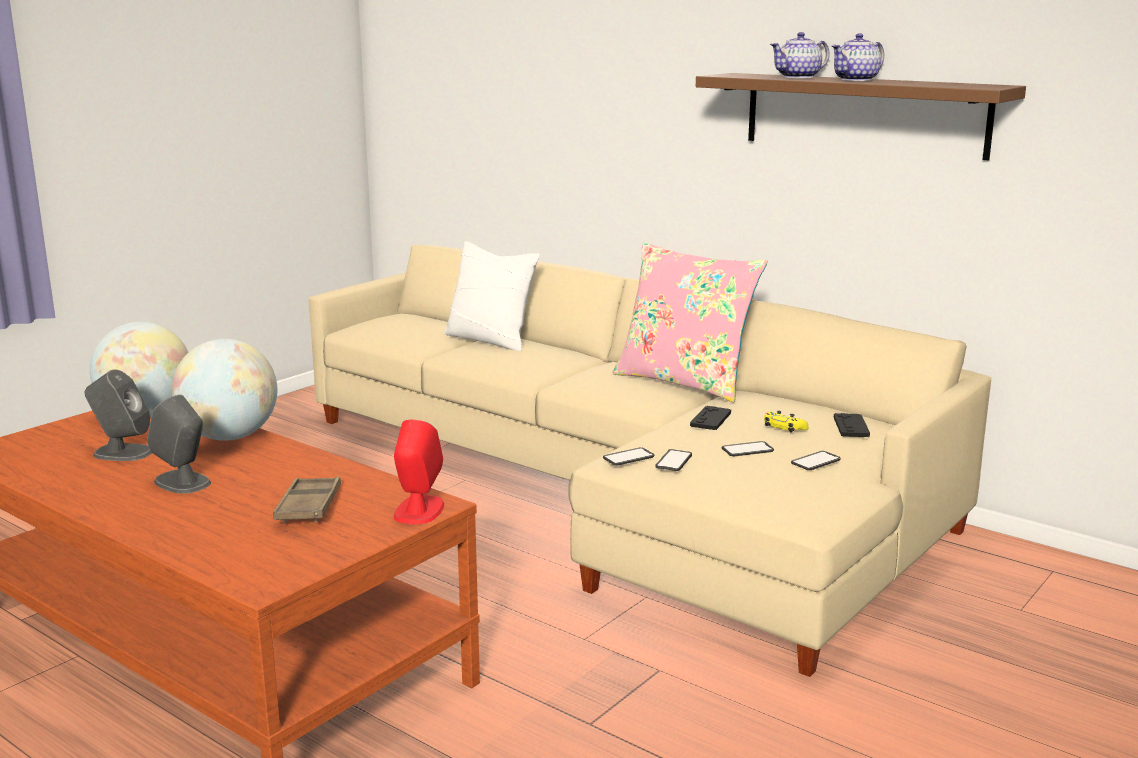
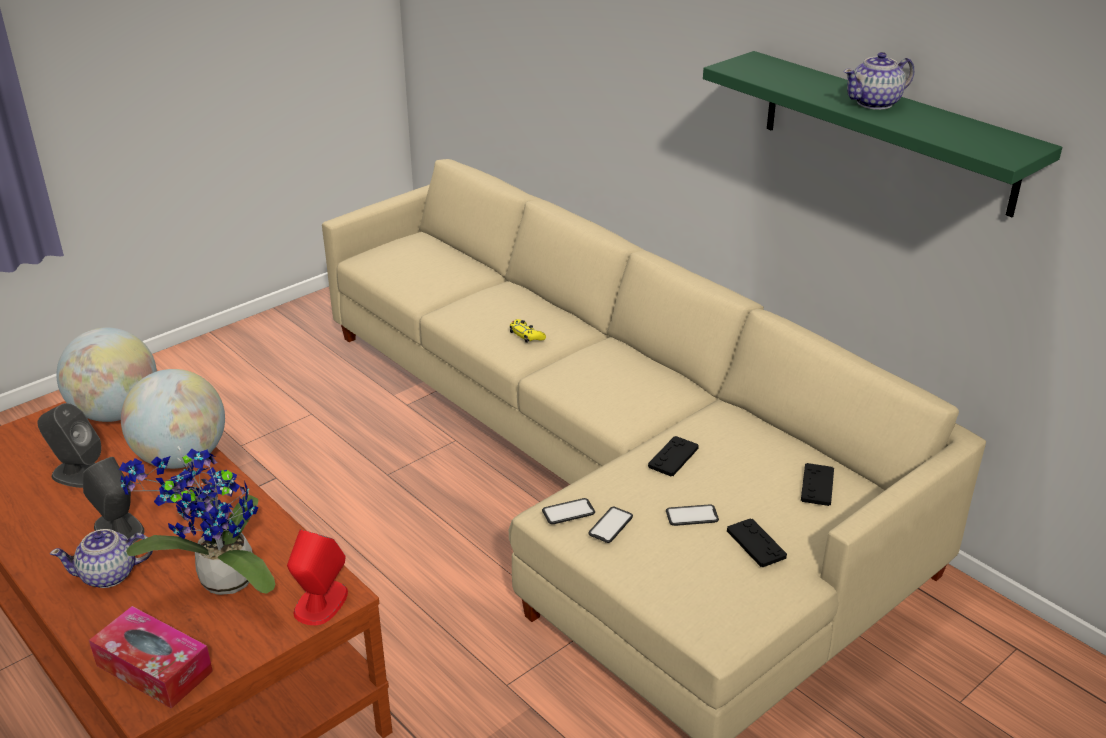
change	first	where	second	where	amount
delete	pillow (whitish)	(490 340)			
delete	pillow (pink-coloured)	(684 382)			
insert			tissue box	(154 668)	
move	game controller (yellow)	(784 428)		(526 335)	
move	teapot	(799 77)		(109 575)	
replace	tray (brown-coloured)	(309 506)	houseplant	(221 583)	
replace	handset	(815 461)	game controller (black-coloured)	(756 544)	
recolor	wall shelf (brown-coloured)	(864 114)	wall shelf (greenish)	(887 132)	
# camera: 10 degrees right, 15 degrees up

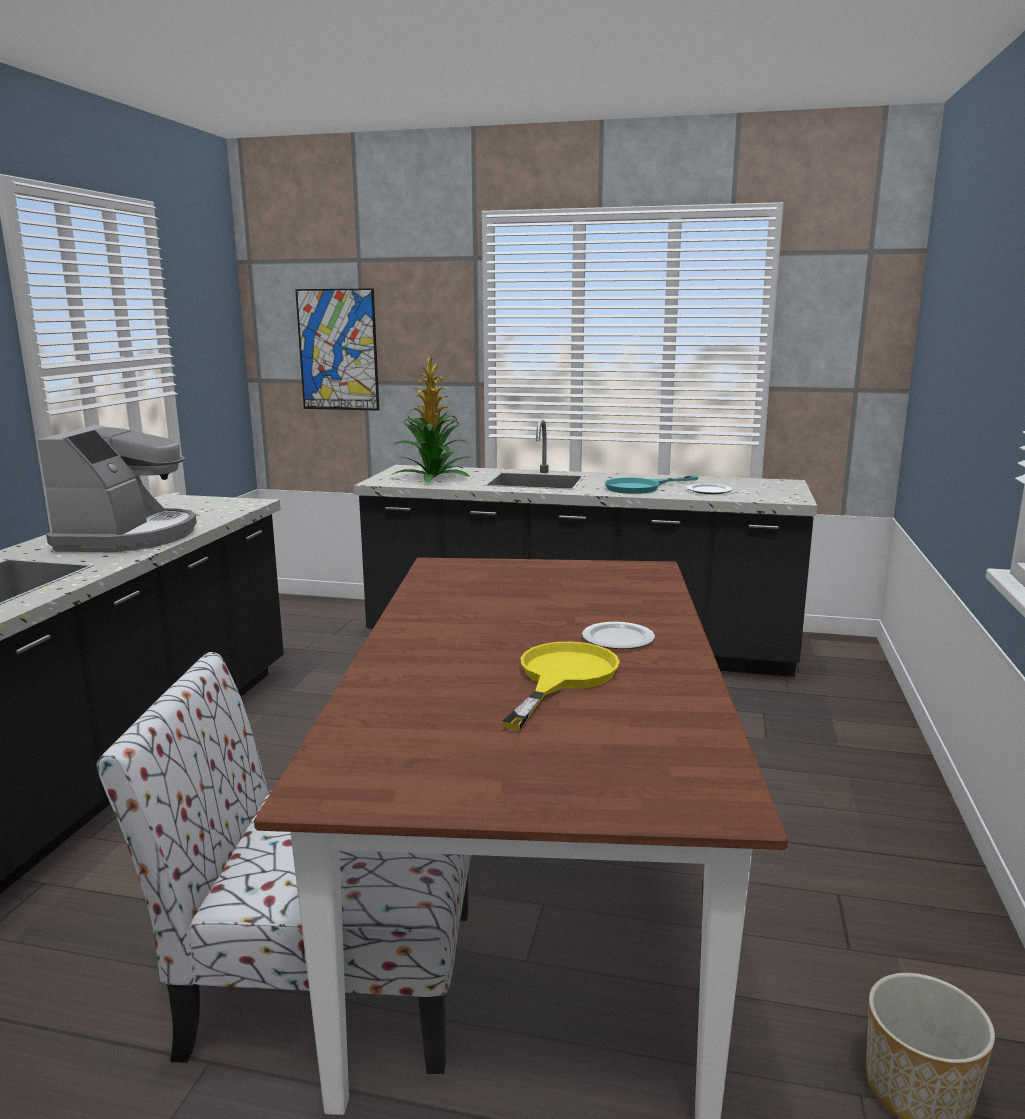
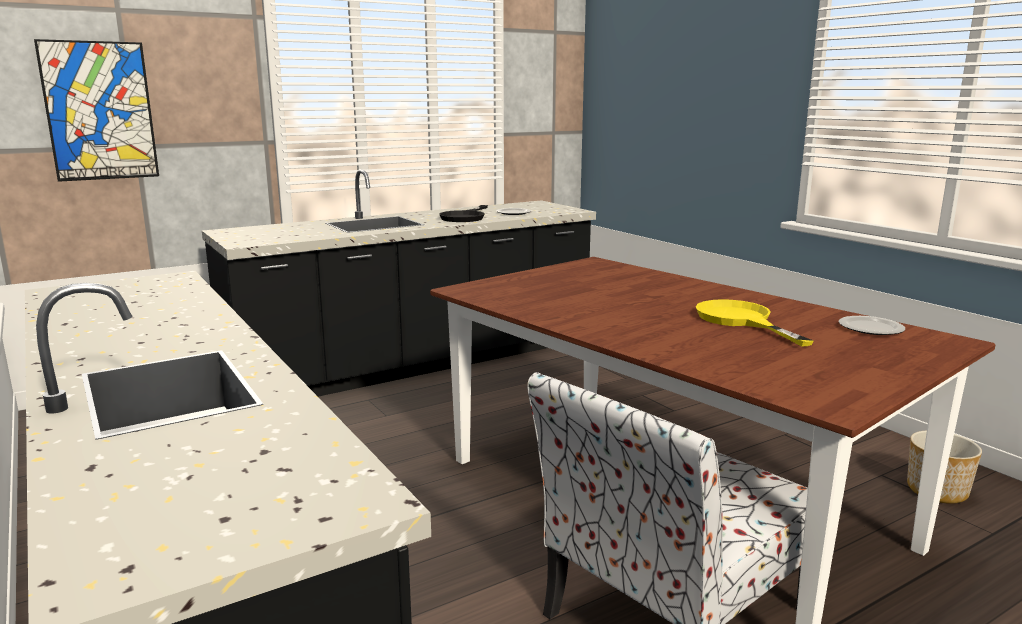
change	first	where	second	where	amount
delete	coffee maker	(129 537)			
delete	houseplant	(434 478)			
move	plate	(619 639)		(870 328)	
recolor	pan (blue-green)	(641 487)	pan (black-coloured)	(465 217)	
# camera: 45 degrees left, 0 degrees up

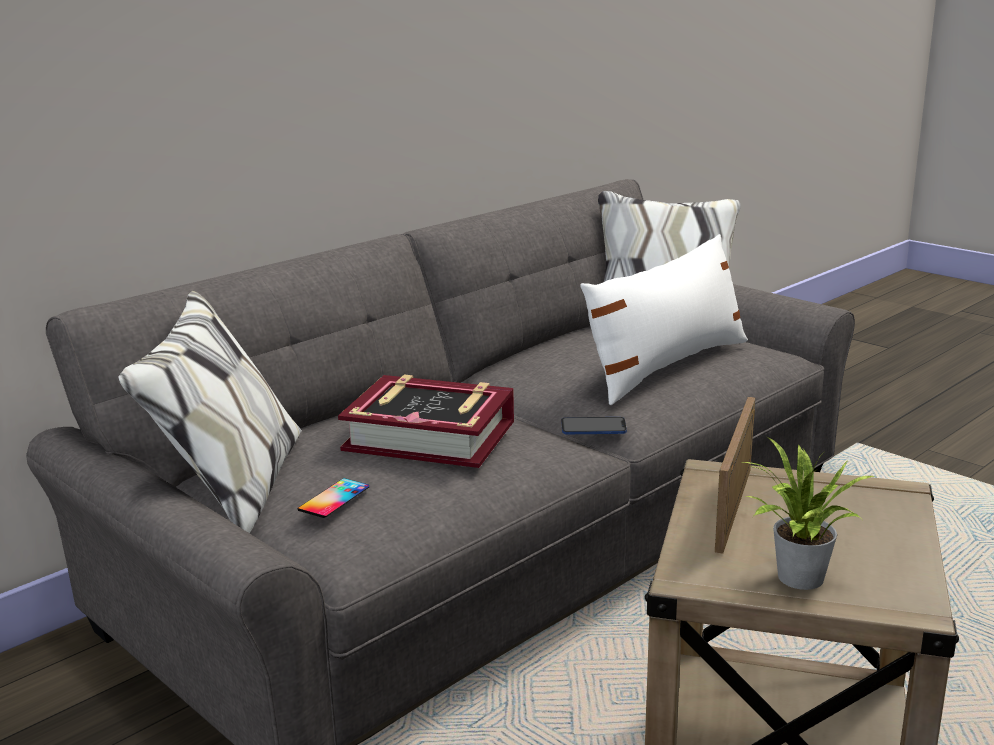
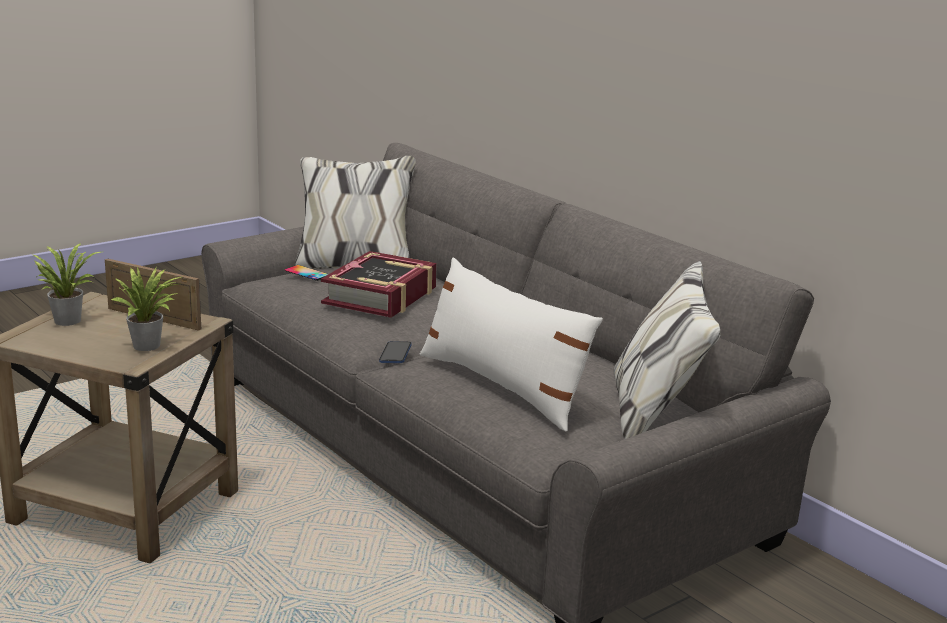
change	first	where	second	where	amount
insert			houseplant	(150 346)	
# camera: 95 degrees right, 0 degrees up

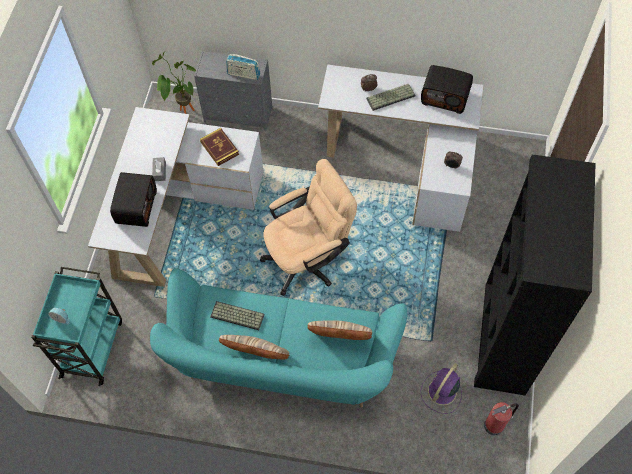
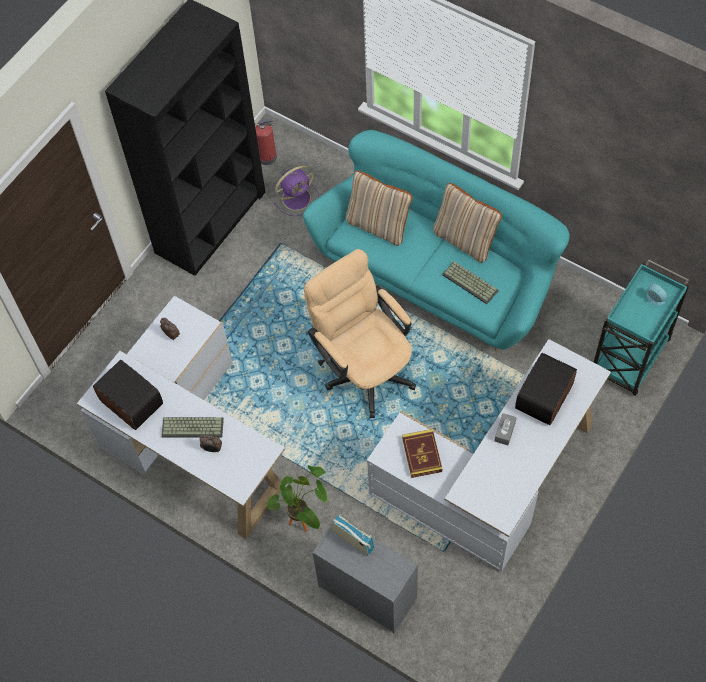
change	first	where	second	where	amount
move	houseplant	(183 114)		(305 523)	
rotate	office chair (beige)	(308 259)		(364 368)	60 degrees clockwise
# camera: 155 degrees left, 0 degrees up

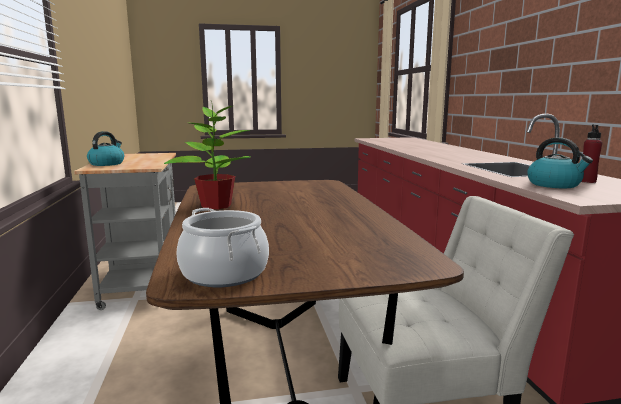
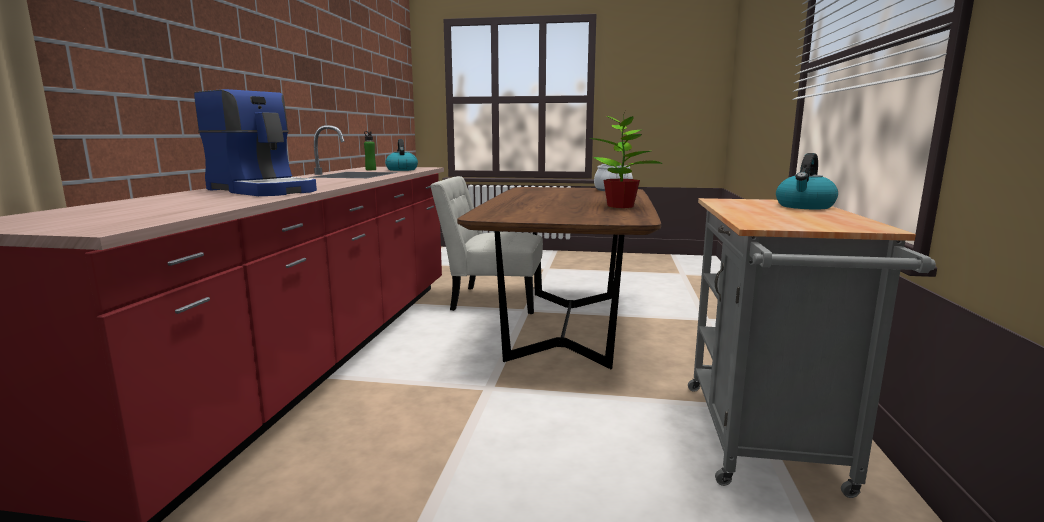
change	first	where	second	where	amount
insert			coffee maker	(264 190)	
recolor	drink bottle (reddish)	(587 181)	drink bottle (greenish)	(370 170)	
# camera: 160 degrees left, 0 degrees up

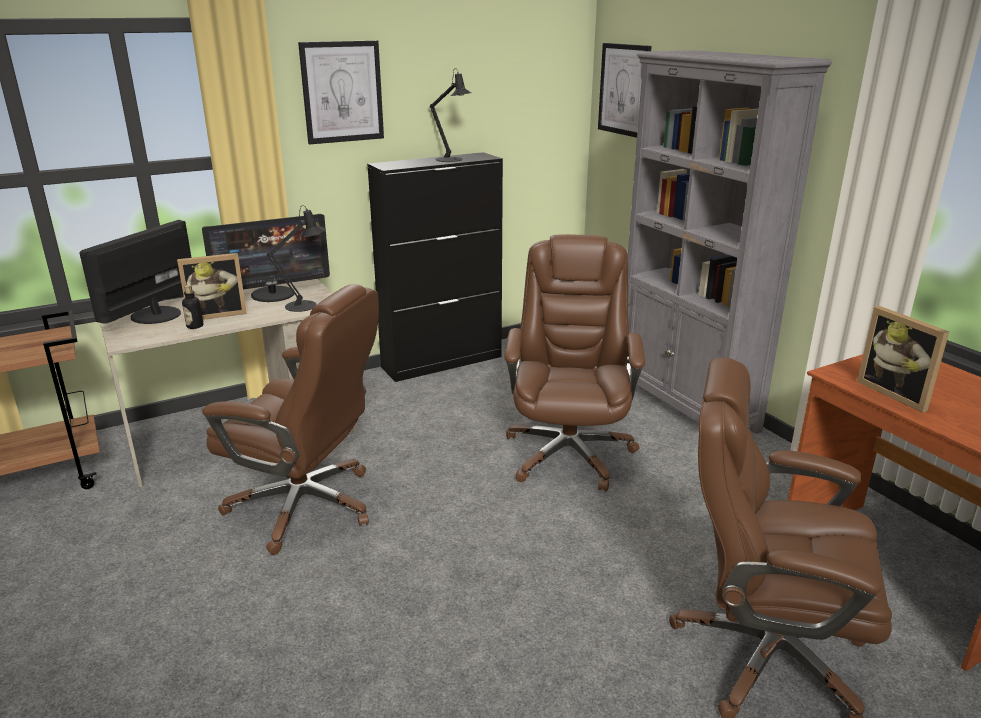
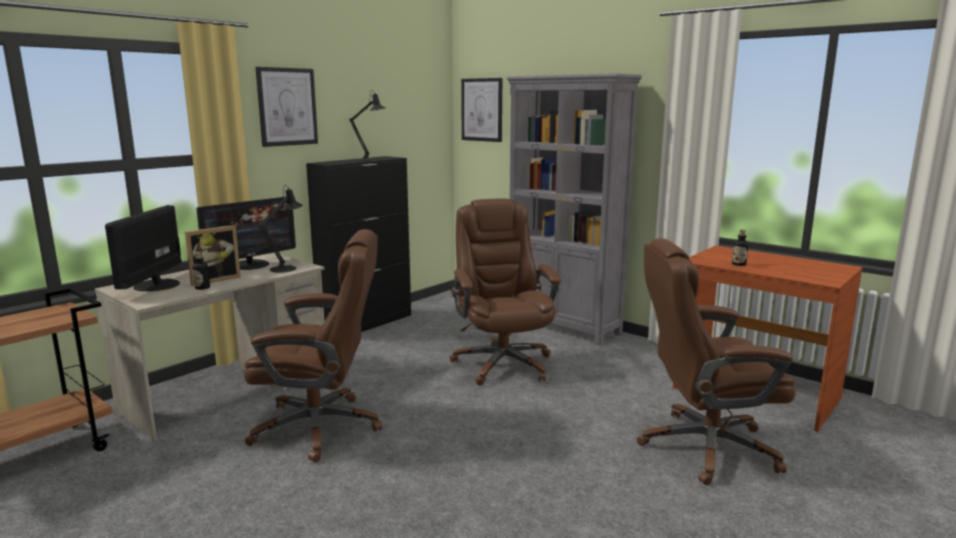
change	first	where	second	where	amount
replace	photo frame	(896 393)	drink bottle	(738 264)	
# camera: 20 degrees left, 10 degrees down

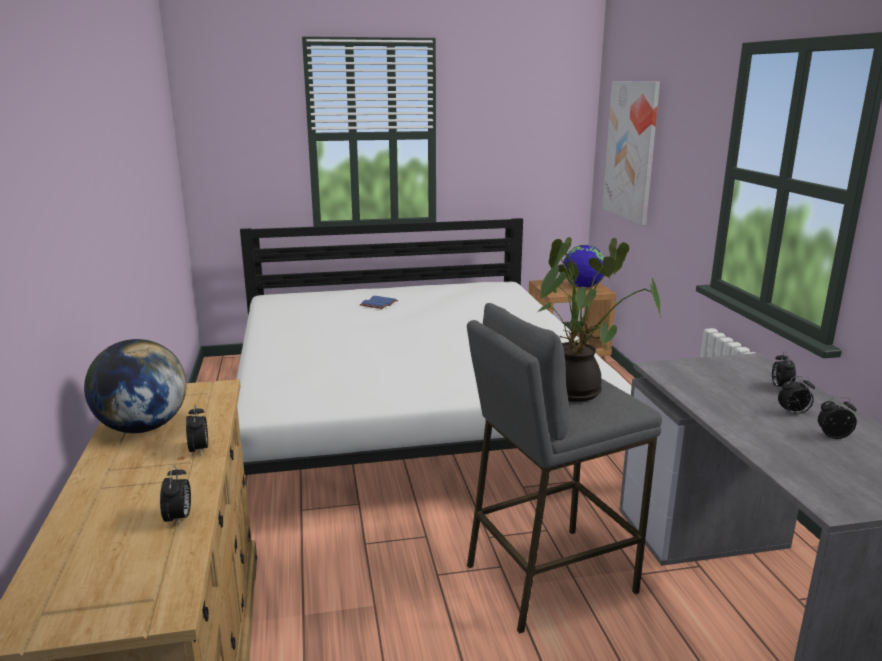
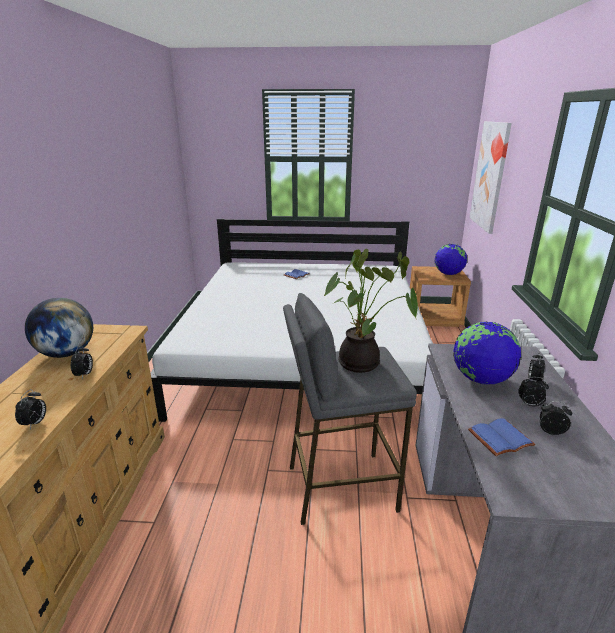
change	first	where	second	where	amount
insert			desk globe	(481 379)	
insert			book (blue-coloured)	(500 439)	
# camera: 15 degrees right, 5 degrees up

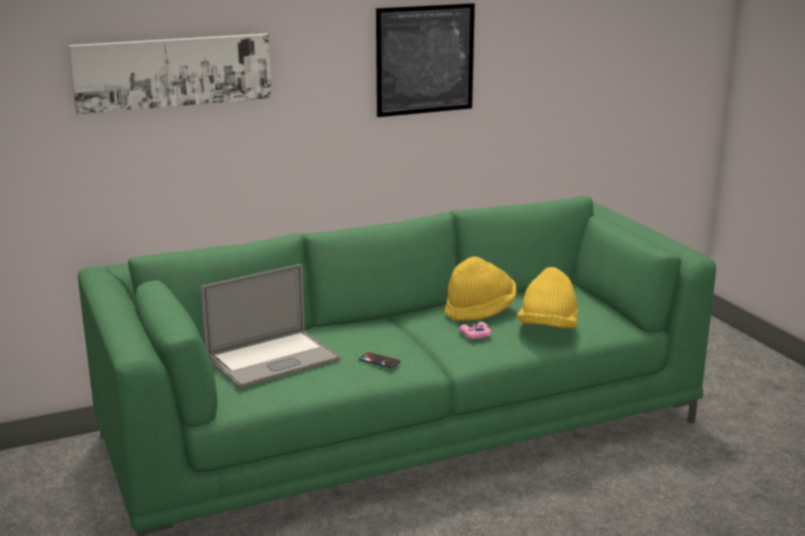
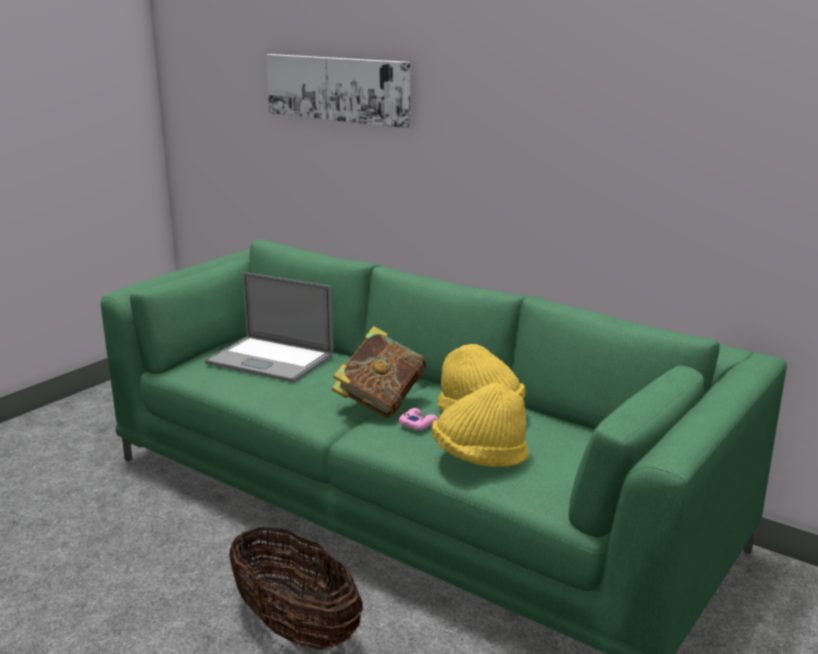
change	first	where	second	where	amount
delete	handset	(379 361)			
delete	picture	(425 59)			
insert			basket	(295 628)	
insert			book	(380 402)	
# camera: 60 degrees right, 0 degrees up

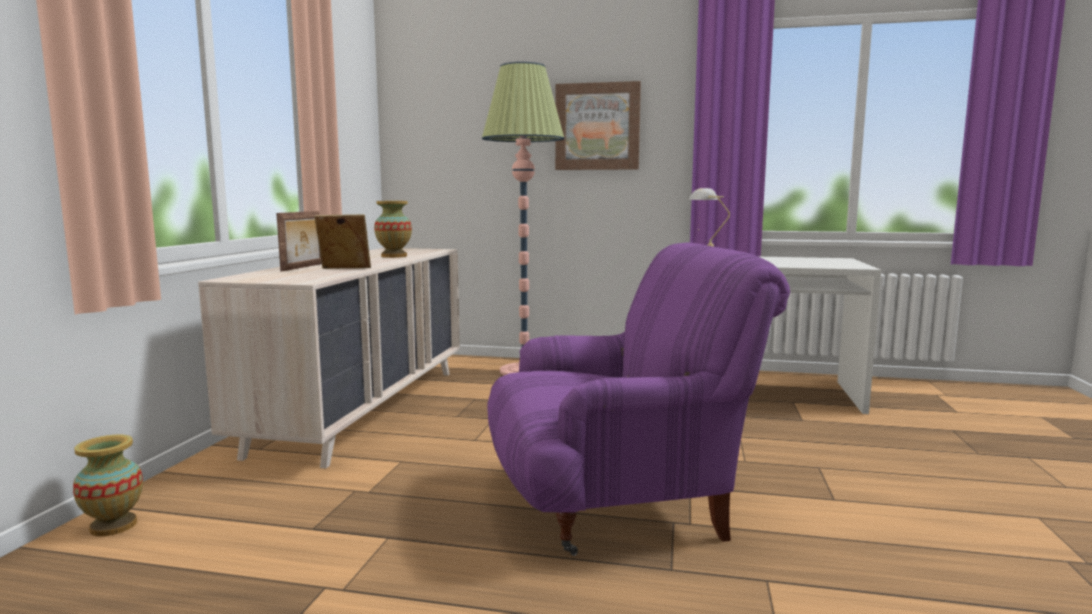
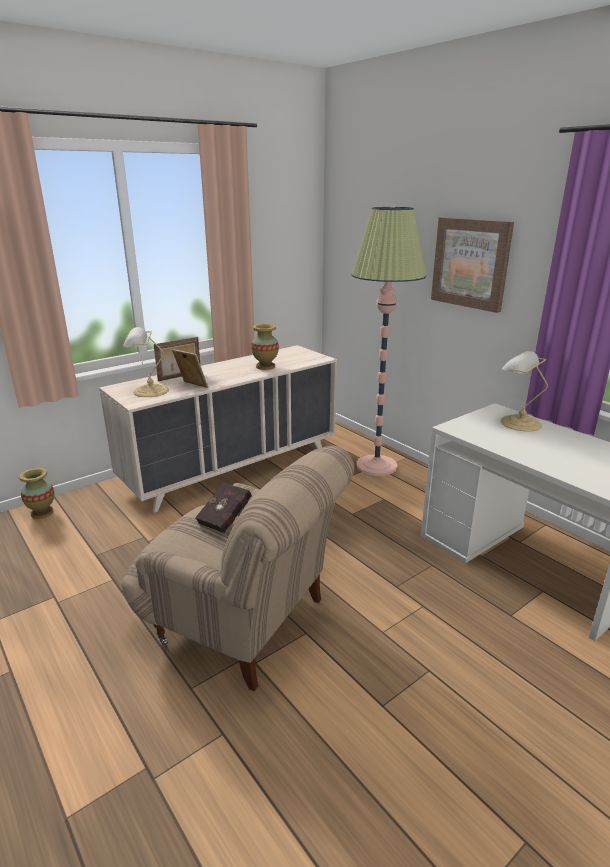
change	first	where	second	where	amount
insert			tabletop lamp	(149 391)	
insert			book (reddish)	(227 518)	
recolor	armchair (purple)	(618 503)	armchair (beige)	(243 621)	
# camera: 40 degrees right, 15 degrees up

